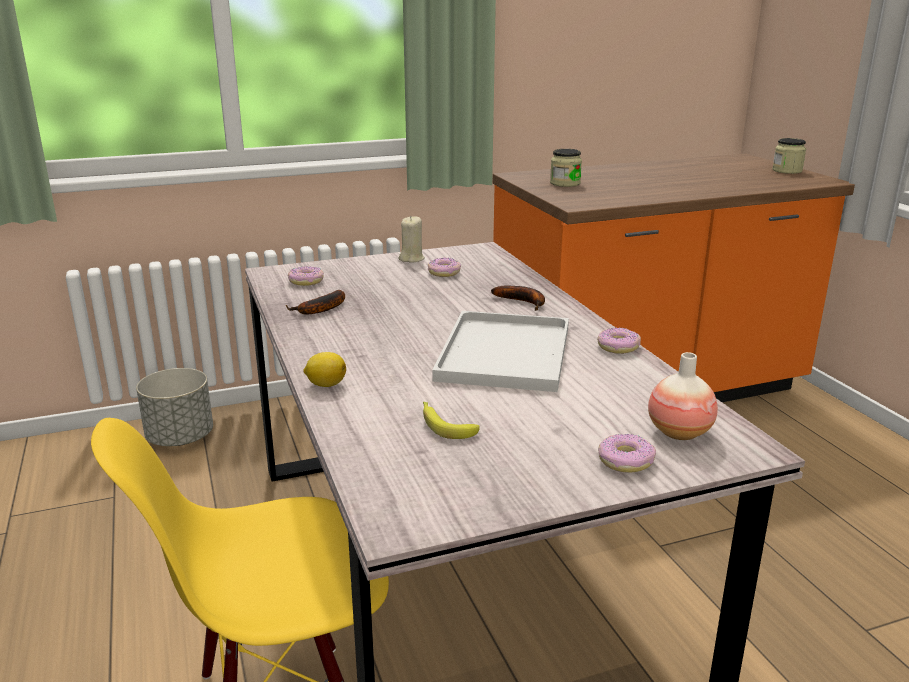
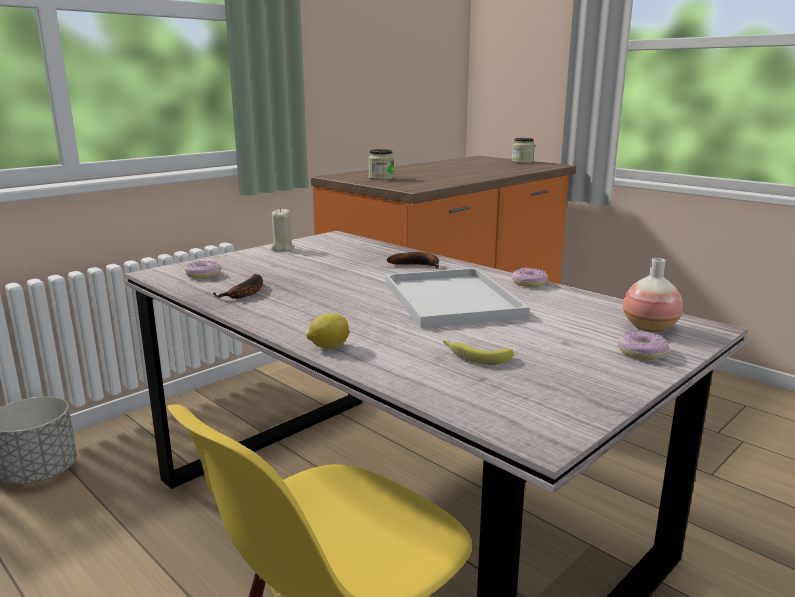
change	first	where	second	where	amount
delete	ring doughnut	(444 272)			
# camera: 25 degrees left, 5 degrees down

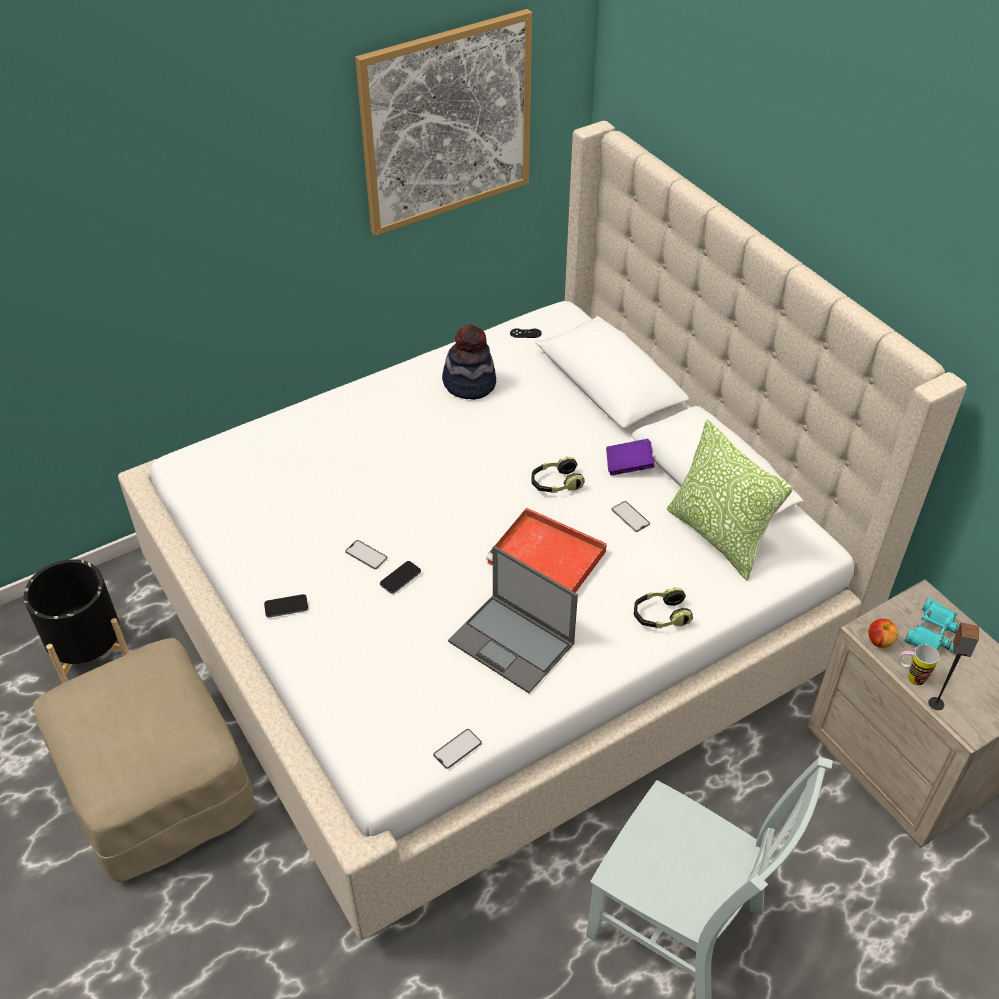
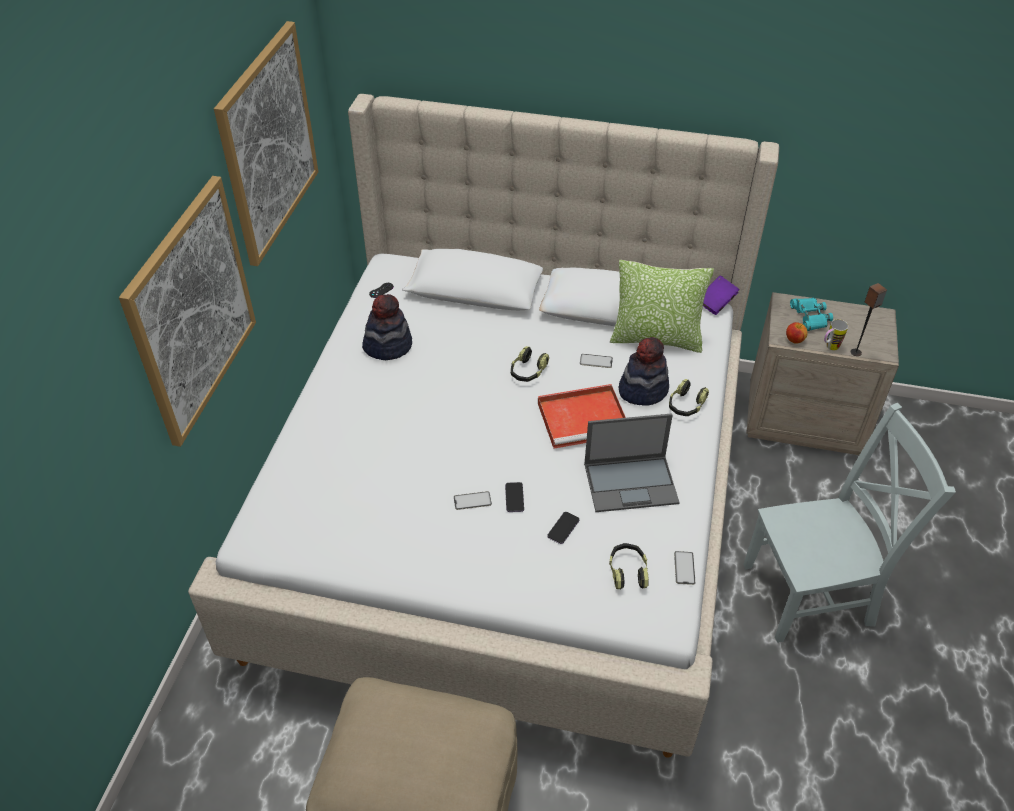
change	first	where	second	where	amount
delete	plant pot (black-coloured)	(90 652)			
insert			picture	(192 311)	
insert			headphones	(627 571)	
insert			hat	(642 389)	
move	handset	(286 607)		(563 528)	
move	book (purple)	(629 466)		(716 303)	
# camera: 45 degrees left, 0 degrees up

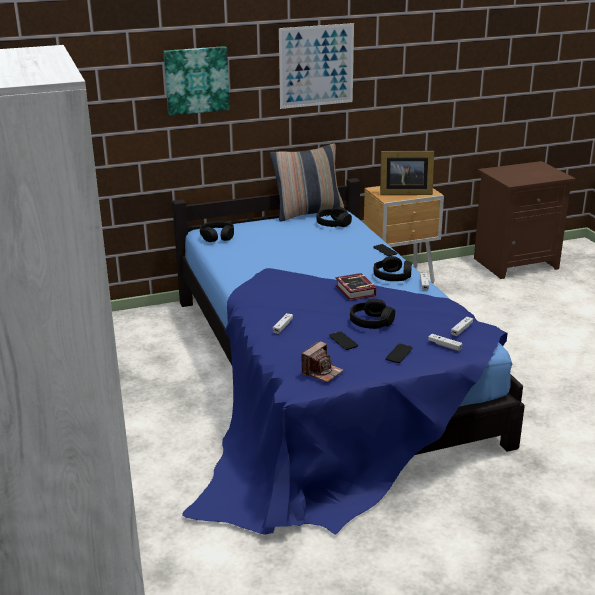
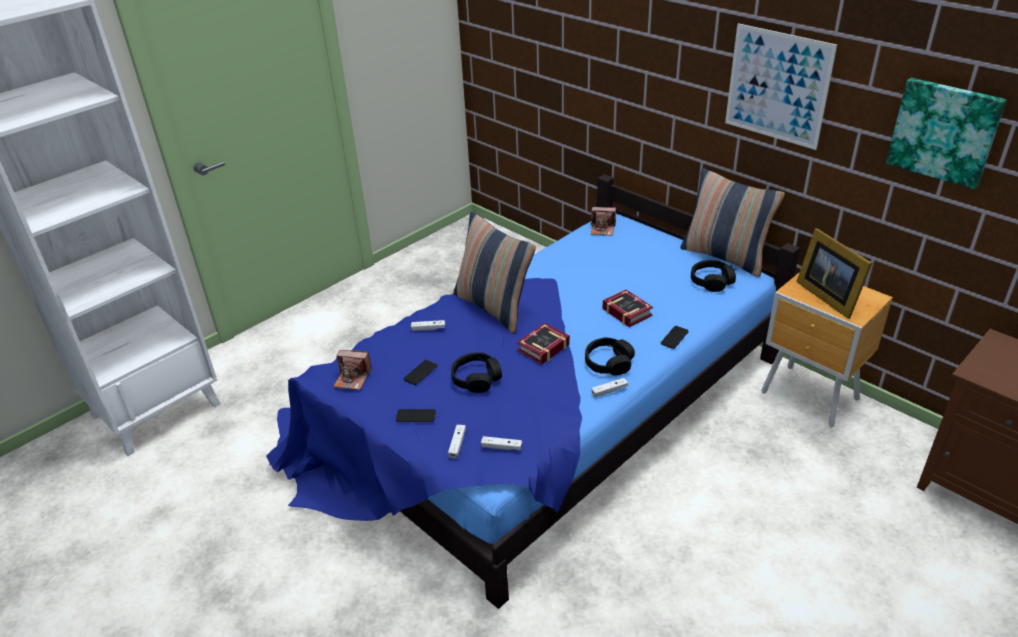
change	first	where	second	where	amount
insert			pillow	(493 308)	
insert			book	(626 311)	
move	picture	(196 80)		(944 131)	
replace	headphones (black-coloured)	(217 237)	photo camera	(602 229)	
# camera: 65 degrees right, 10 degrees up

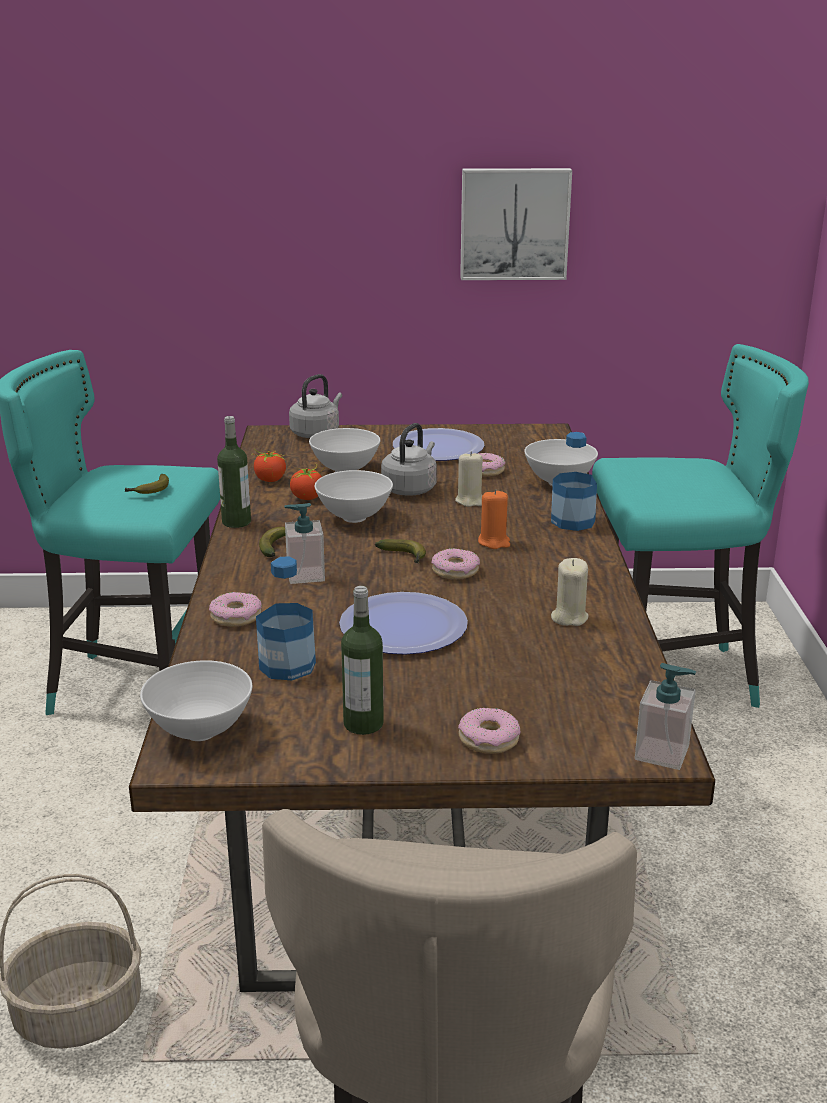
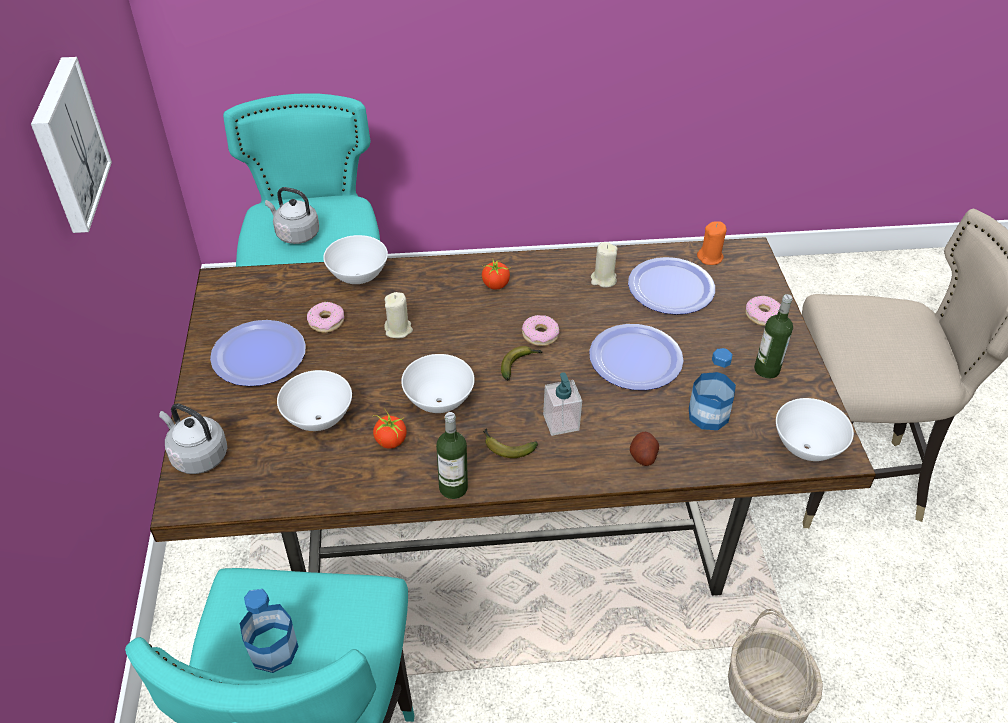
change	first	where	second	where	amount
delete	banana	(149 491)			
delete	soap bottle	(662 753)			
insert			plate	(670 288)	
move	fresh tomato	(270 480)		(496 285)	
move	tea kettle (greyish)	(410 489)		(295 234)	
move	wax light (orange)	(494 542)		(710 257)	
move	drink bottle	(573 521)		(273 649)	
replace	ring doughnut	(236 617)	spud	(643 456)	
# camera: 95 degrees left, 20 degrees up

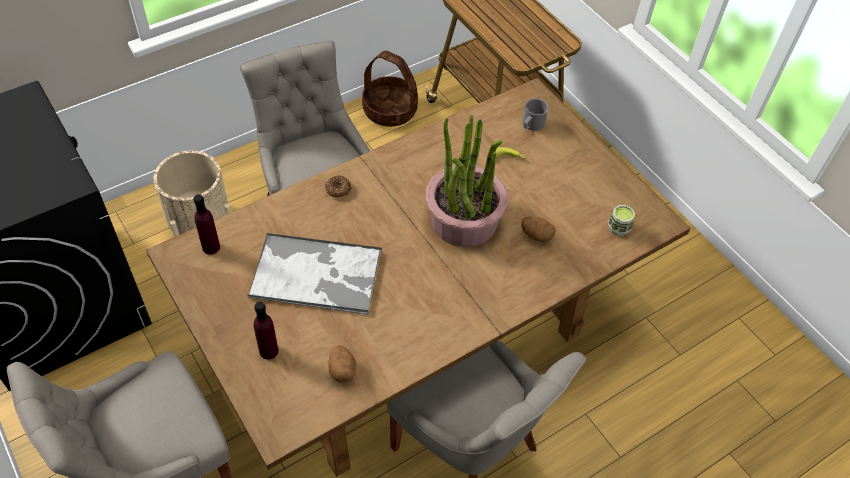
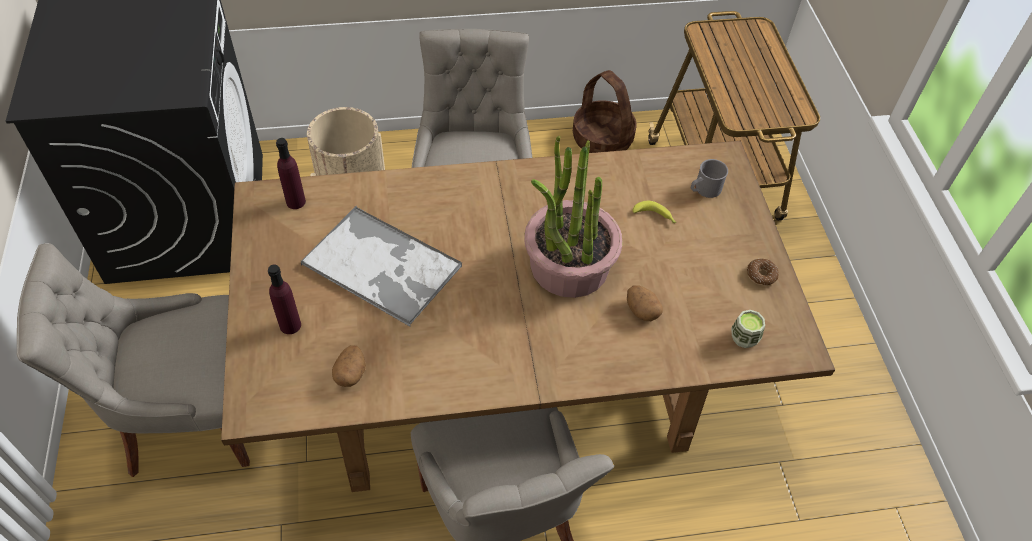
change	first	where	second	where	amount
move	ring doughnut	(338 189)		(761 275)	
# camera: 25 degrees right, 0 degrees up

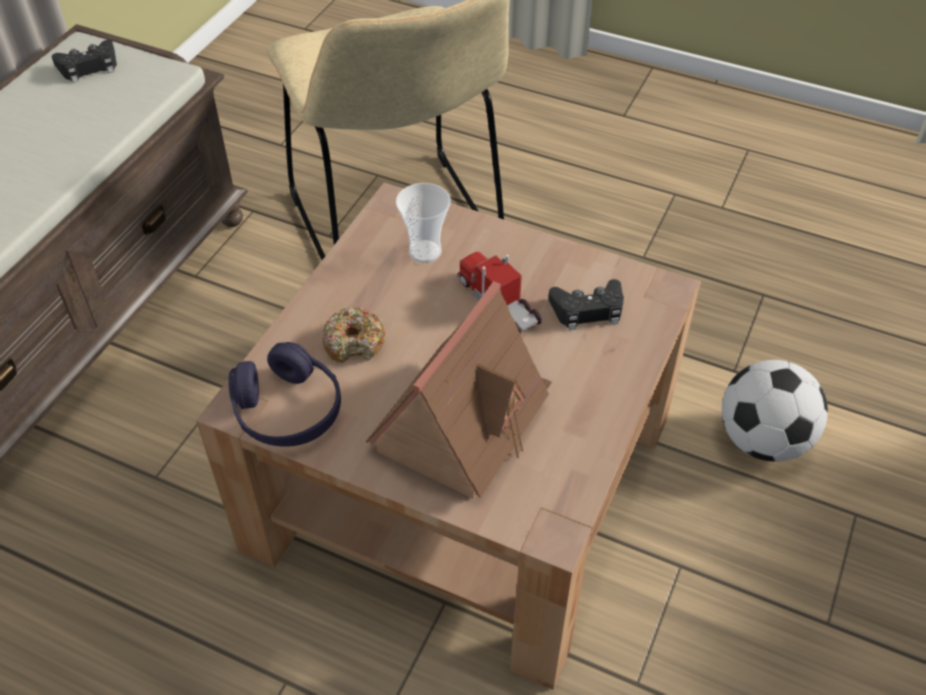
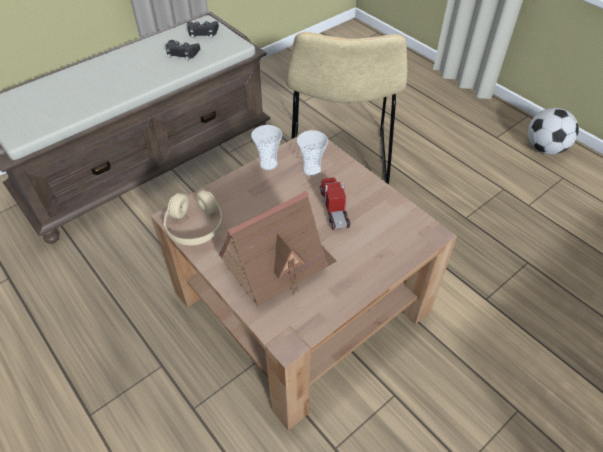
change	first	where	second	where	amount
delete	ring doughnut	(354 342)			
insert			drinking cup	(268 164)	
move	game controller (black-coloured)	(588 310)		(182 53)	
move	football	(762 440)		(544 148)	
recolor	headphones (purple)	(288 410)	headphones (beige)	(195 226)	
# camera: 25 degrees right, 0 degrees up

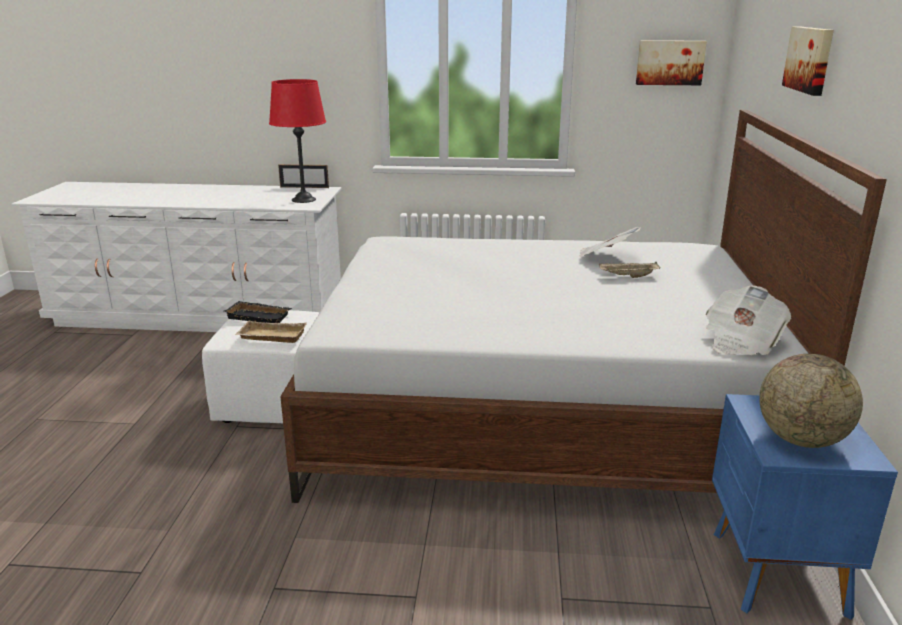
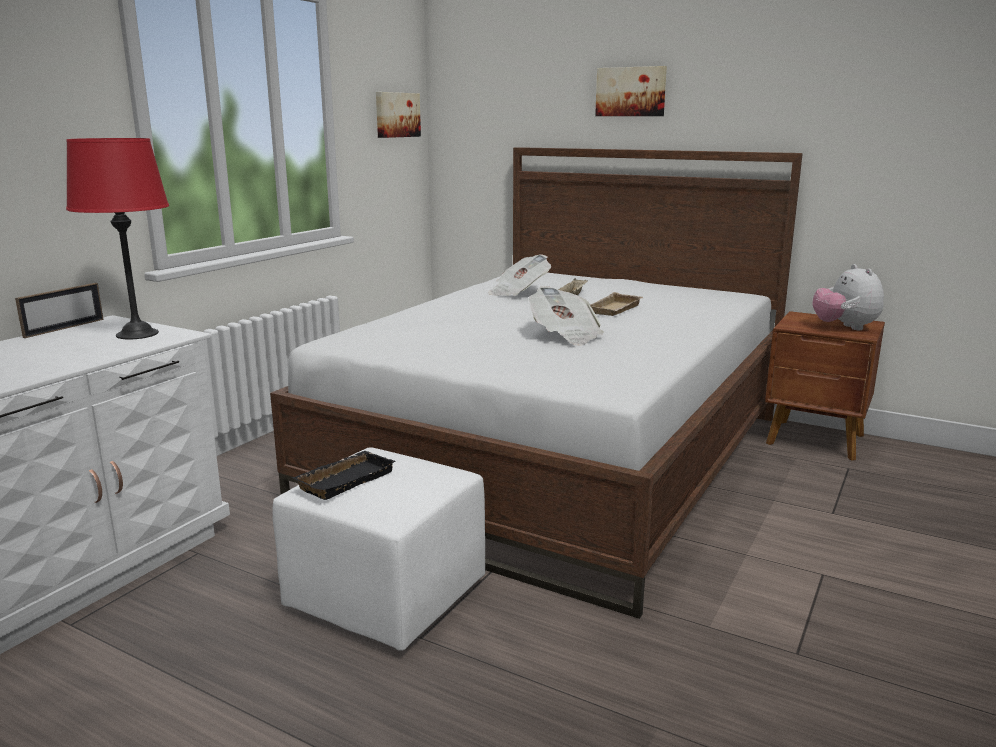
change	first	where	second	where	amount
move	tray (beige)	(270 337)		(615 310)	
move	newspaper	(741 342)		(565 335)	
replace	desk globe	(801 440)	soft toy	(844 327)	
recolor	nightstand (blue-coloured)	(776 574)	nightstand (brown-coloured)	(816 440)	
# camera: 65 degrees left, 5 degrees down

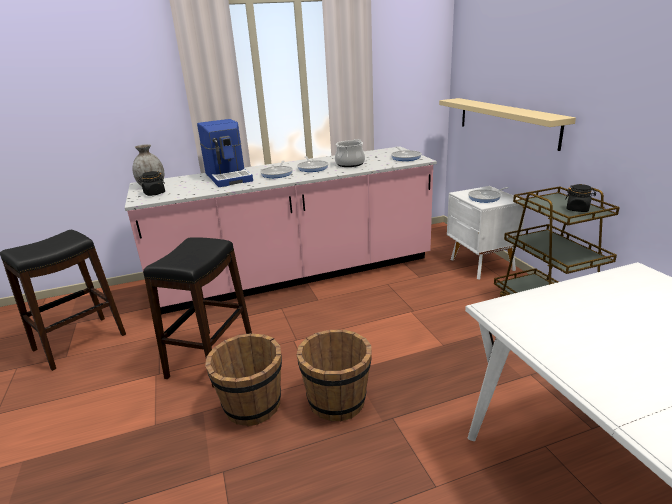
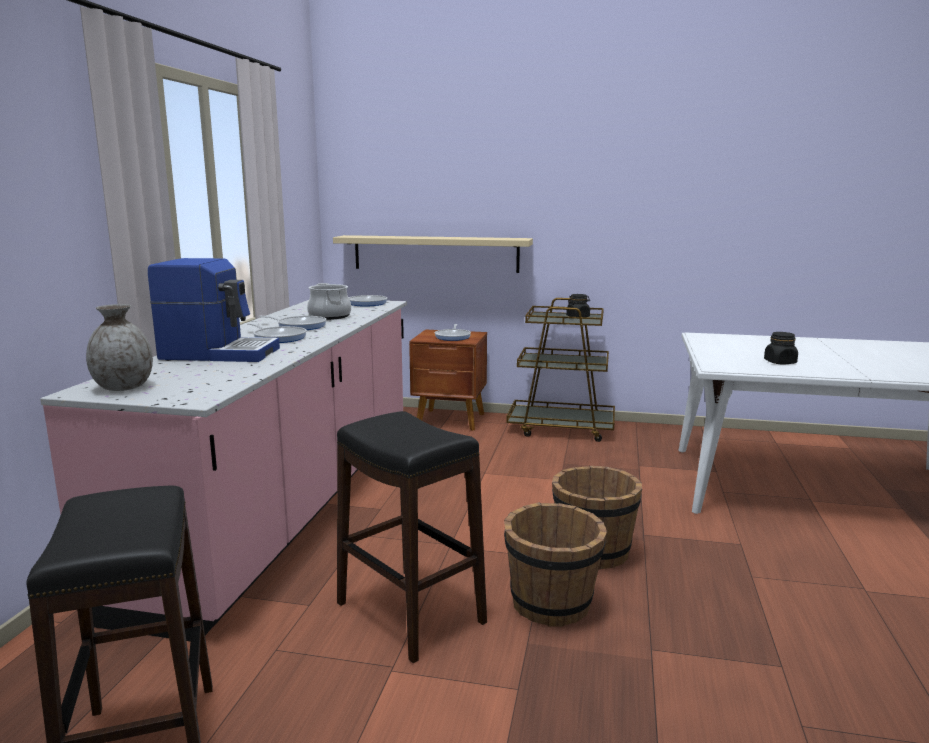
change	first	where	second	where	amount
move	preserve jar (black-coloured)	(154 193)		(780 362)	
recolor	nightstand (whitish)	(481 265)	nightstand (brown-coloured)	(451 420)	
# camera: 60 degrees left, 10 degrees down

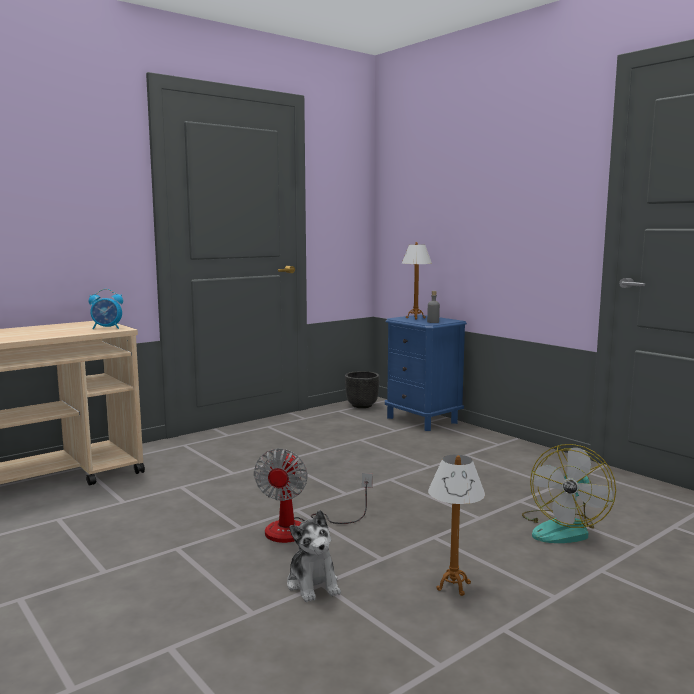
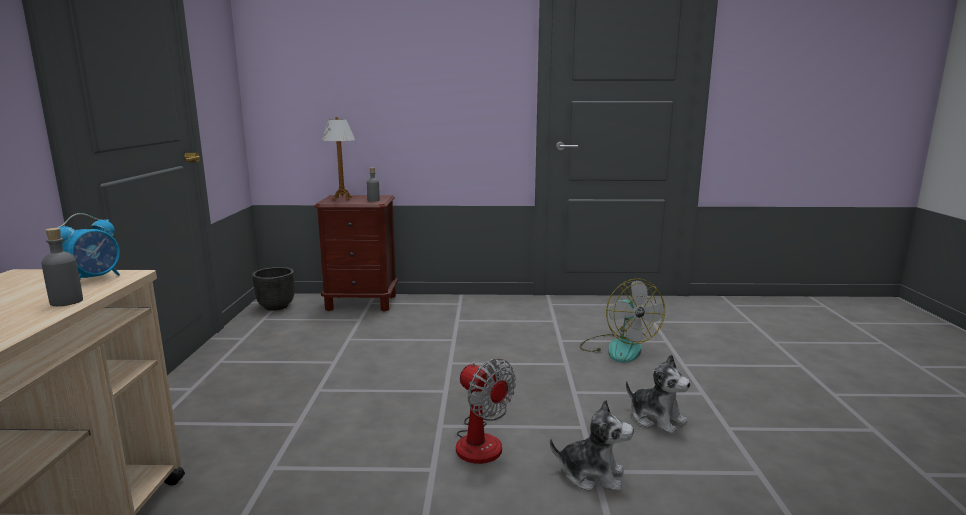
change	first	where	second	where	amount
insert			drink bottle (greyish)	(66 301)	
replace	tabletop lamp	(453 586)	soft toy	(656 419)	
recolor	nightstand (blue-coloured)	(422 420)	nightstand (brown-coloured)	(361 303)	
# camera: 50 degrees left, 5 degrees up

